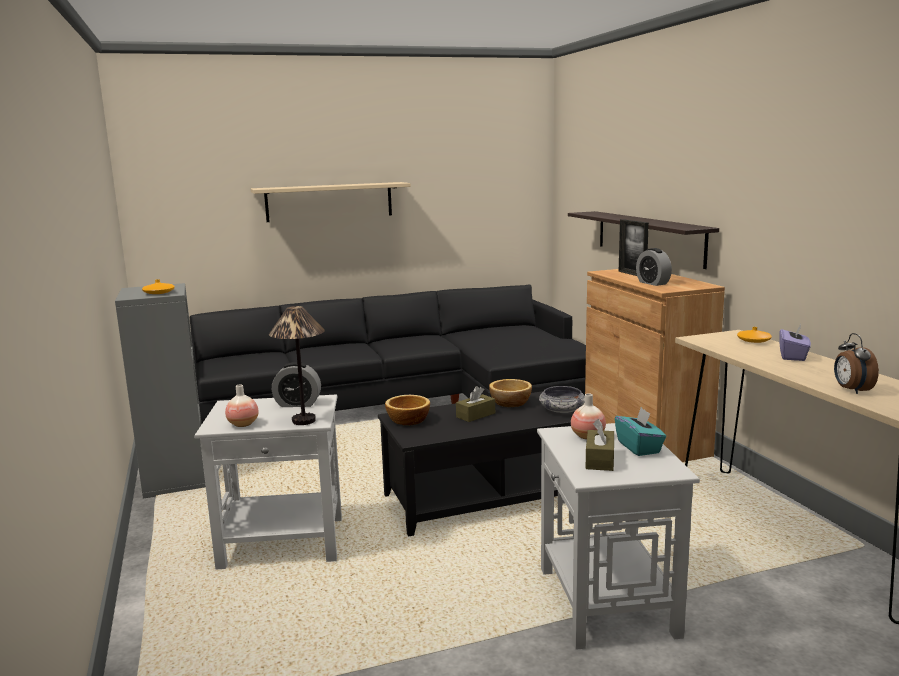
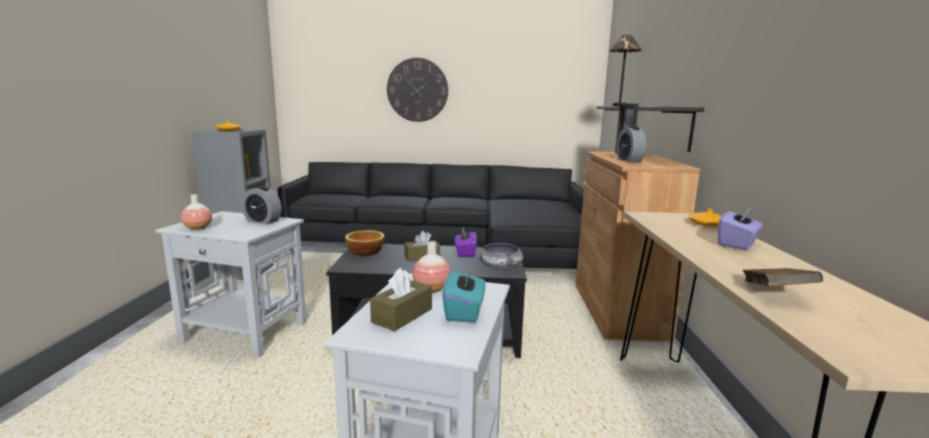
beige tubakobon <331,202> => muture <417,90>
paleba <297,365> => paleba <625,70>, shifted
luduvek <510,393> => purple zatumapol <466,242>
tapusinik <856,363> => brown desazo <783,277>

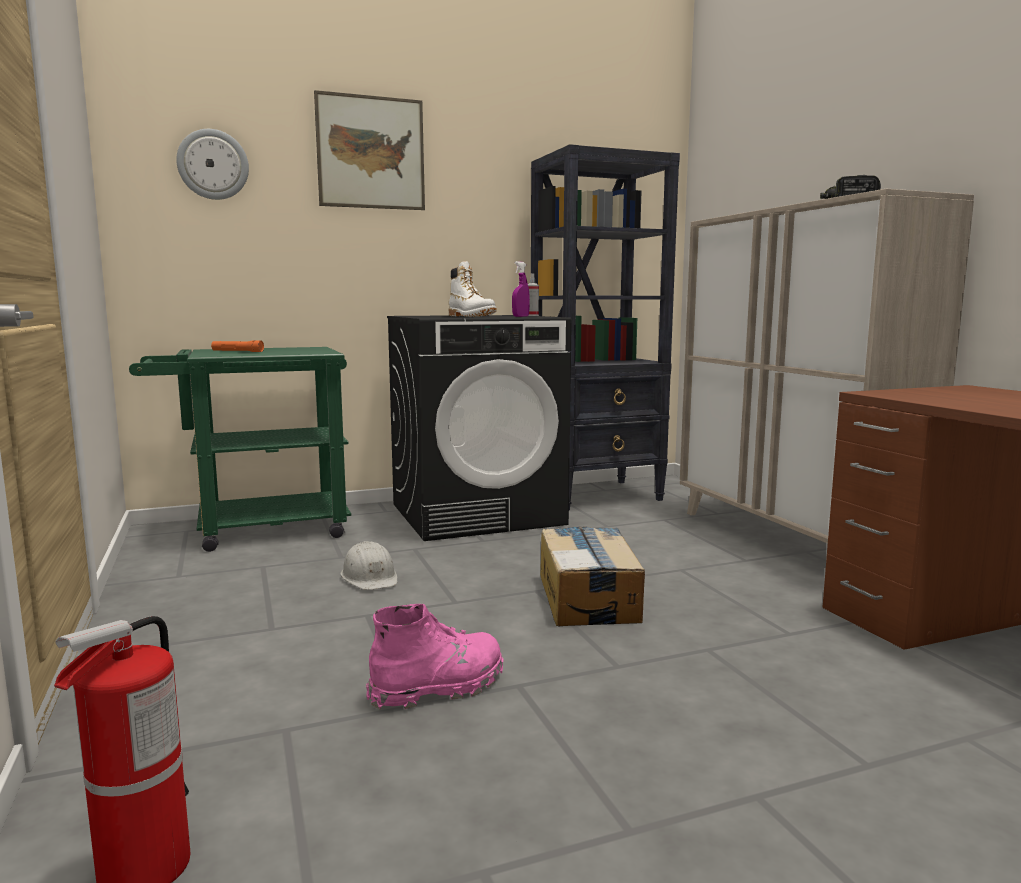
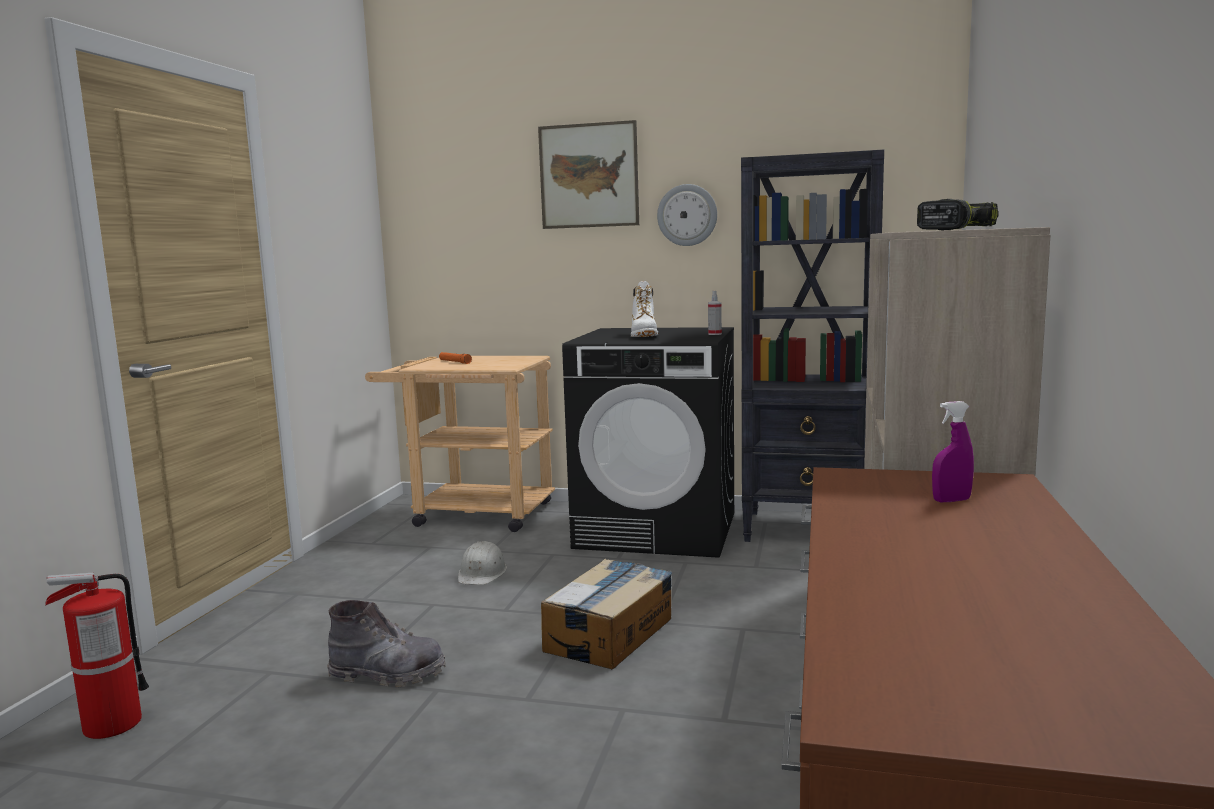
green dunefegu <240,449> => beige dunefegu <460,444>
muture <212,164> => muture <687,215>, shifted
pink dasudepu <435,657> => grey dasudepu <386,643>
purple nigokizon <521,289> => purple nigokizon <953,451>, shifted

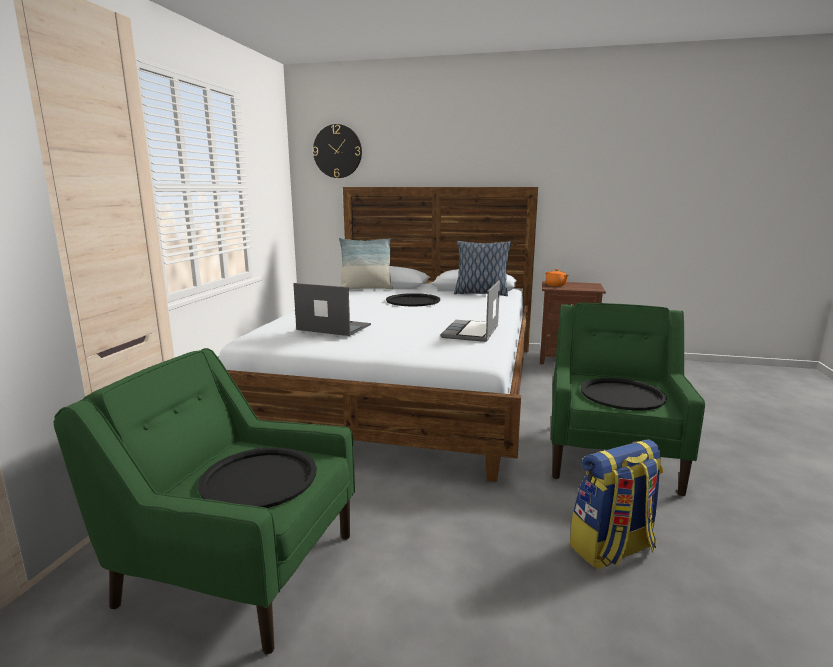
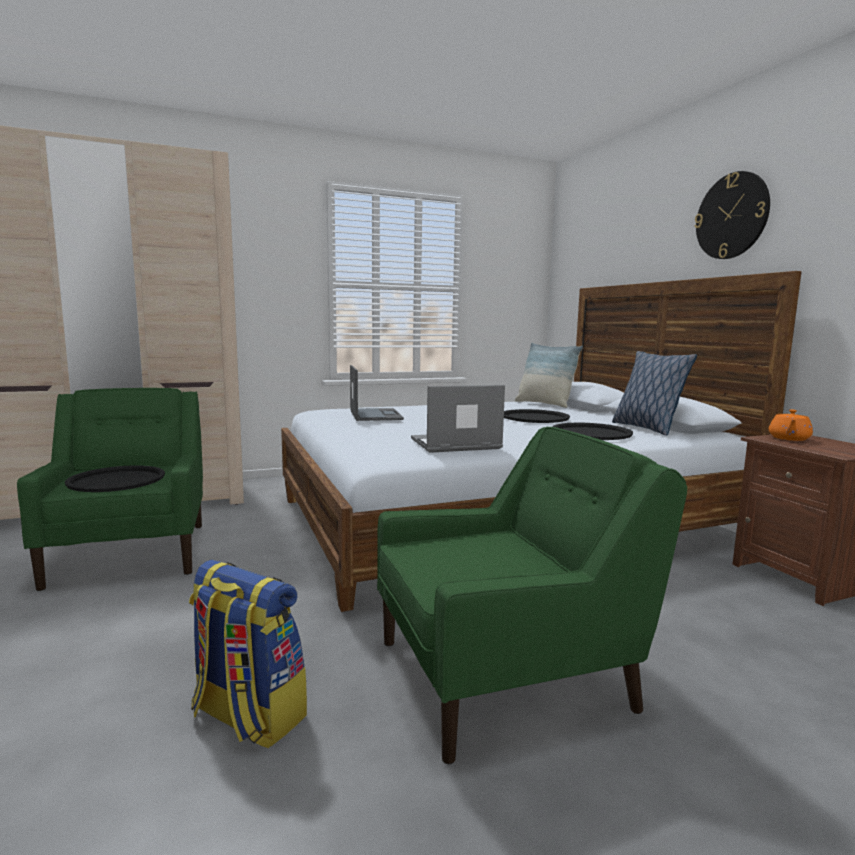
muture <337,151> => muture <732,215>, shifted
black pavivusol <624,394> => black pavivusol <592,431>, shifted

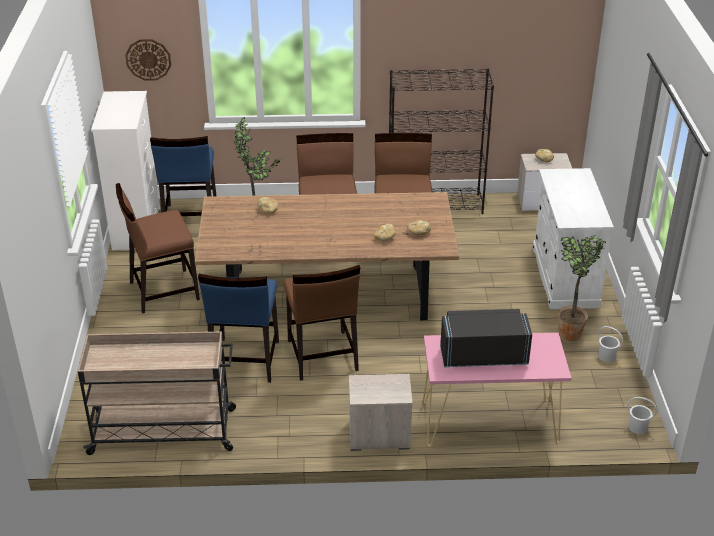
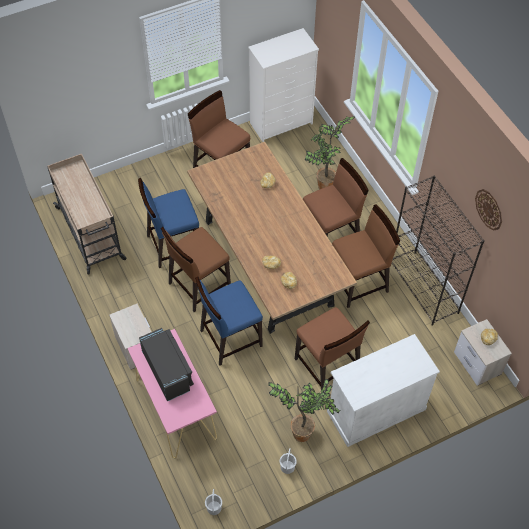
muture <148,60> => muture <488,210>, shifted
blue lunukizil <183,176> => blue lunukizil <229,321>, shifted
nothing => brown lunukizil <332,348>

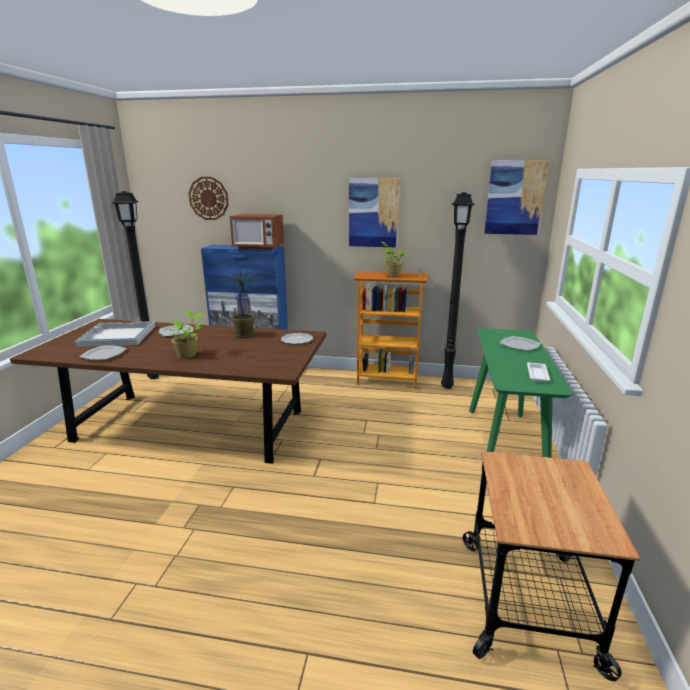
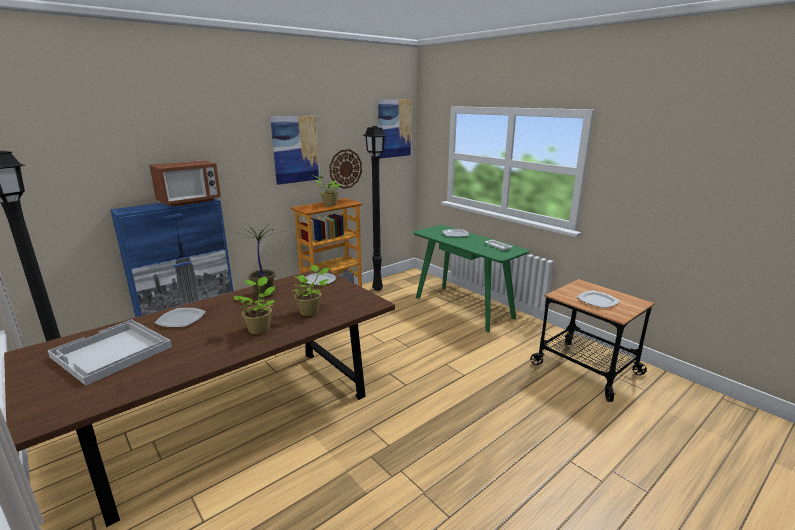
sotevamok <103,353> => sotevamok <598,299>, shifted
muture <209,198> => muture <346,169>, shifted
nothing => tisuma <310,290>

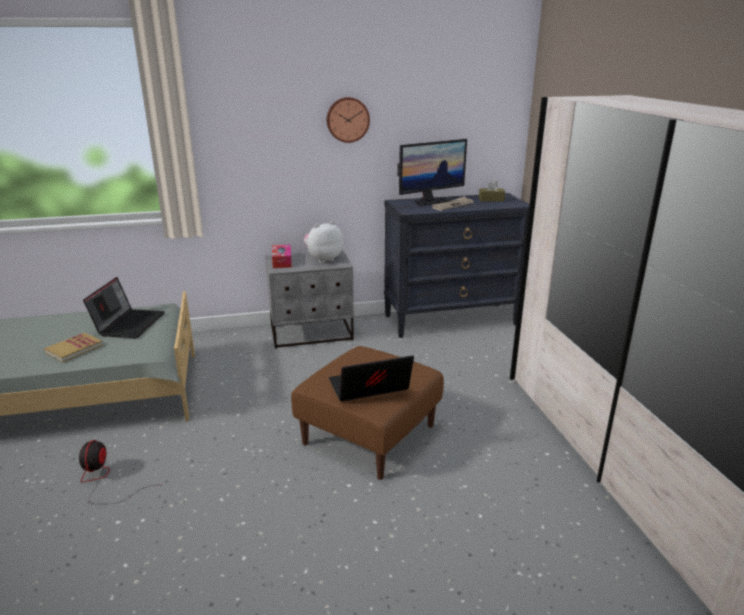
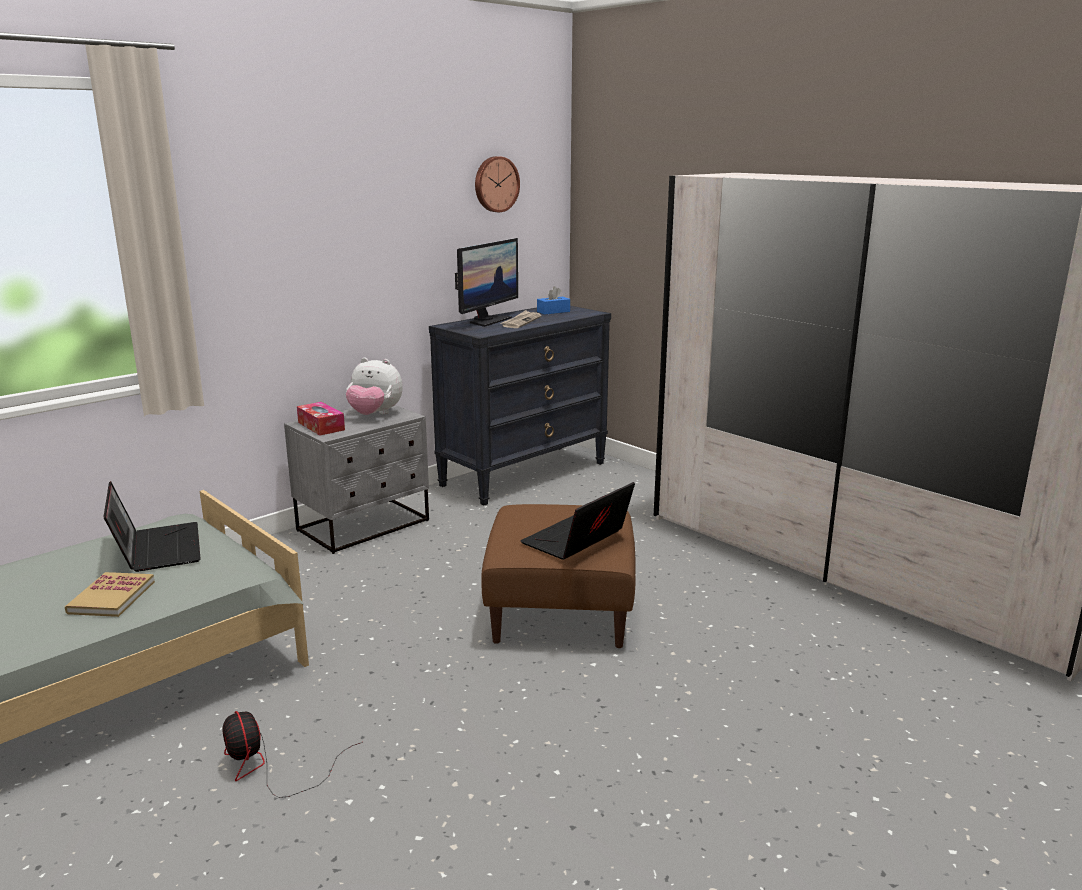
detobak <324,242> => detobak <374,386>, 105 degrees counterclockwise
muture <348,120> => muture <497,184>, shifted
brown zatumapol <492,191> => blue zatumapol <553,300>

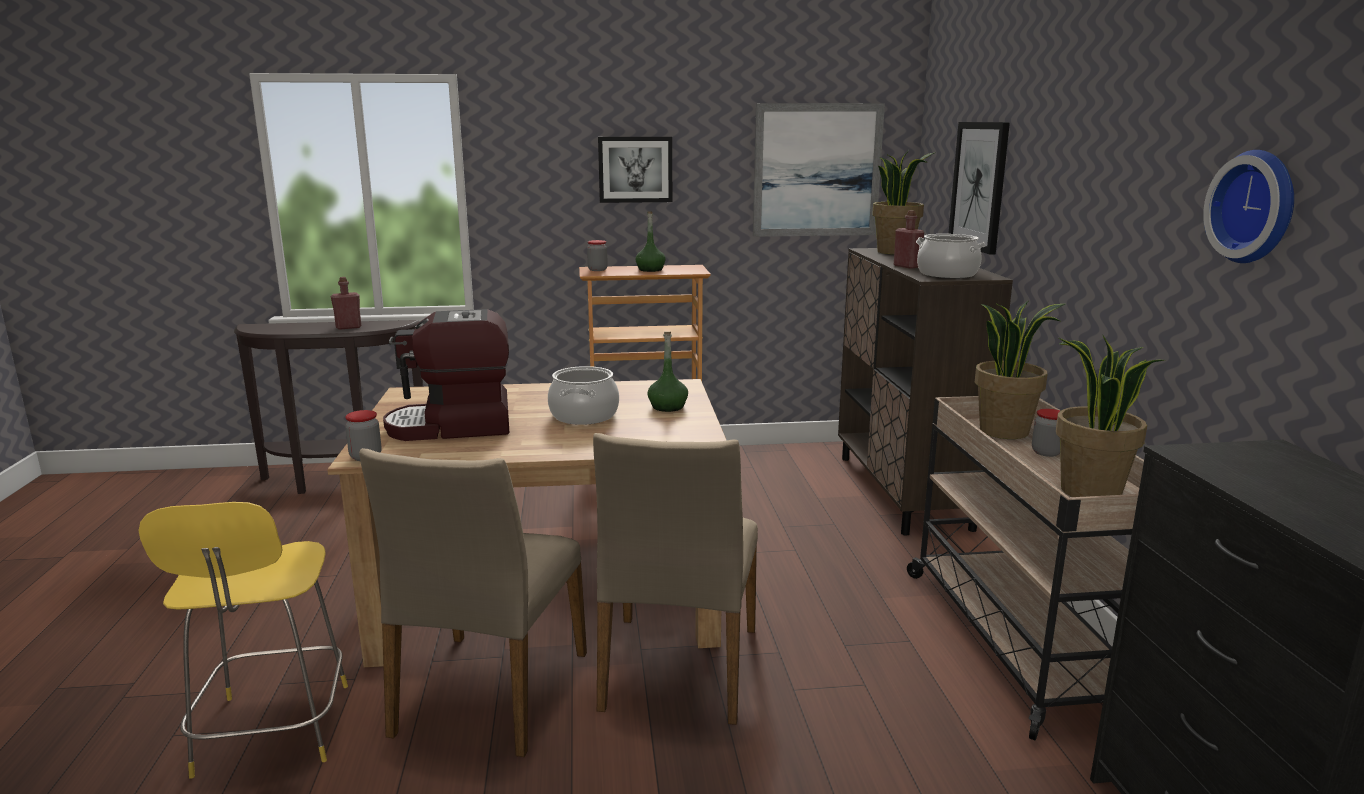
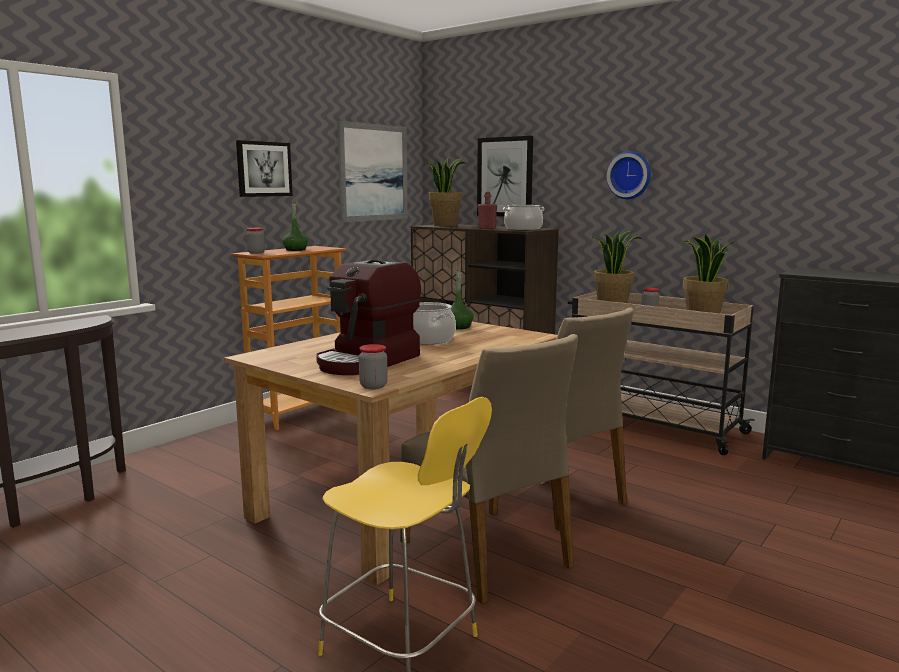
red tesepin <346,303> => nothing
muture <1248,206> => muture <629,175>, shifted

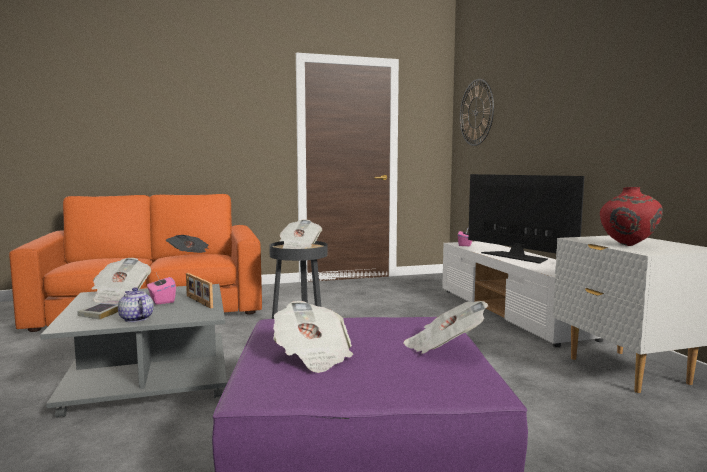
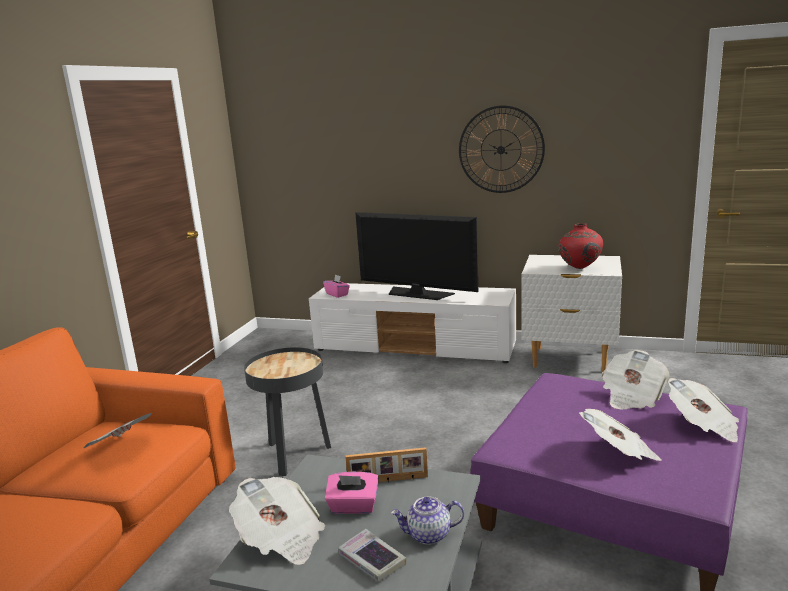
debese <300,234> => debese <703,410>, shifted
muture <477,112> => muture <502,149>, shifted
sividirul <526,219> => sividirul <417,256>, 150 degrees counterclockwise

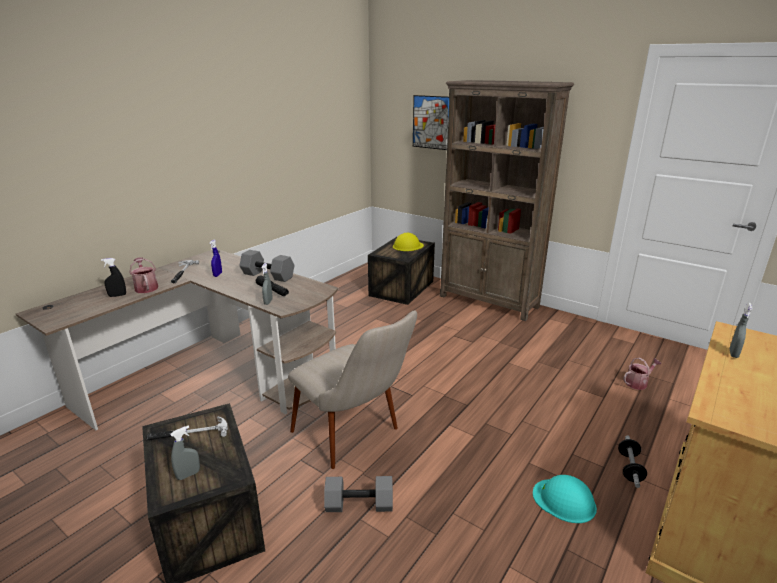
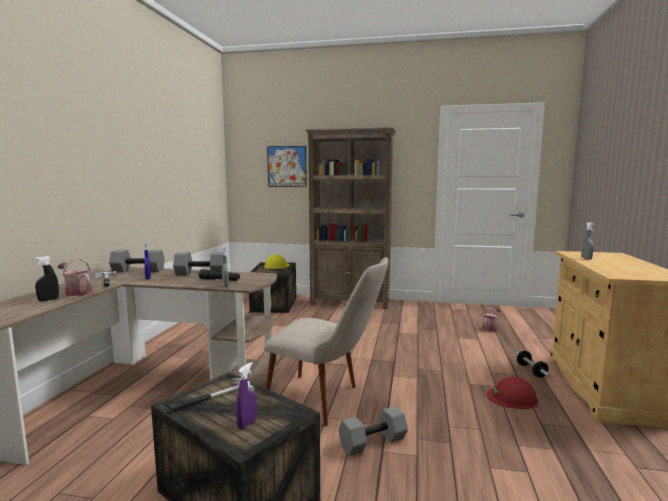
grey nigokizon <185,452> => purple nigokizon <246,395>
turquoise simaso <565,499> => red simaso <512,393>
nothing => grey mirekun <137,261>

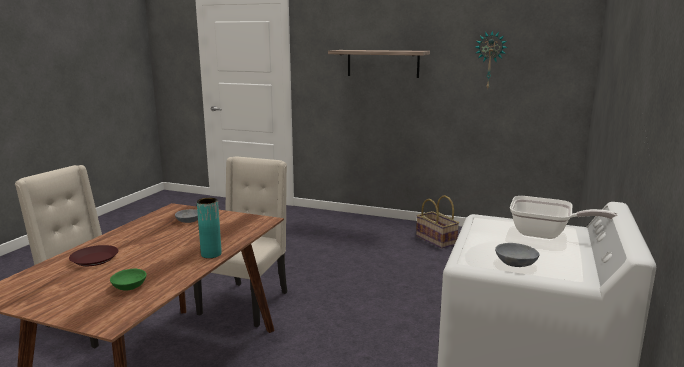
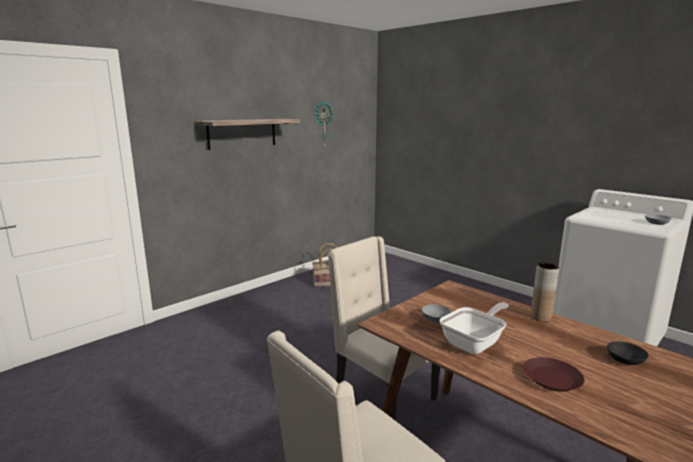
green luduvek <128,280> => black luduvek <628,353>
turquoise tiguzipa <209,228> => brown tiguzipa <545,292>
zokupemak <564,217> => zokupemak <474,328>, shifted

